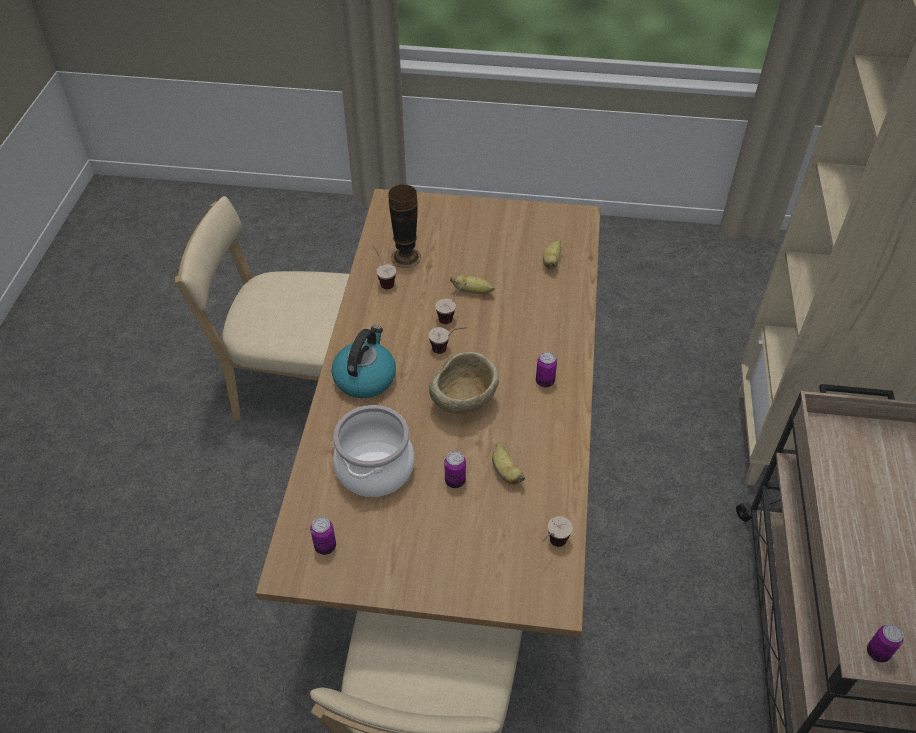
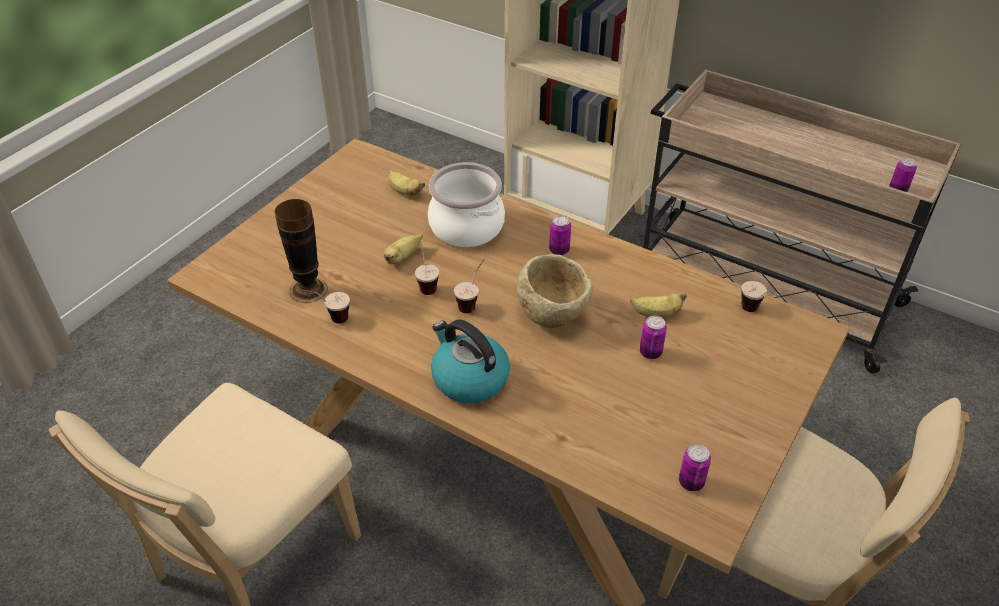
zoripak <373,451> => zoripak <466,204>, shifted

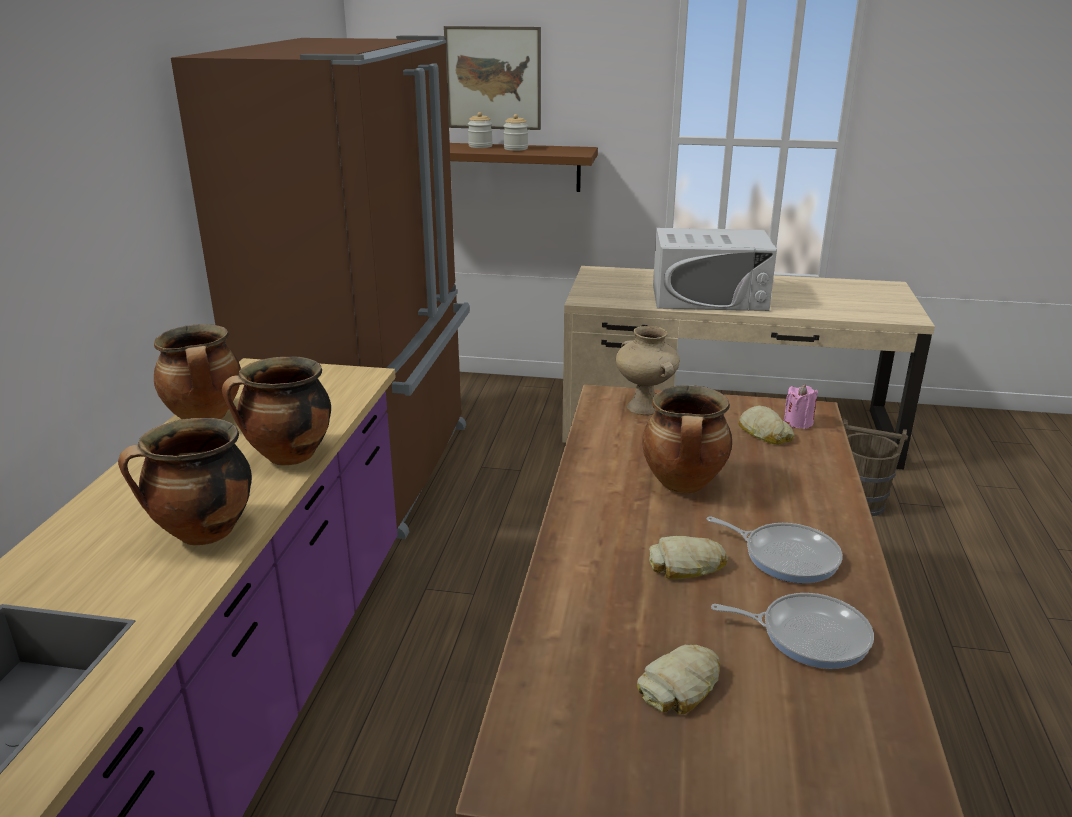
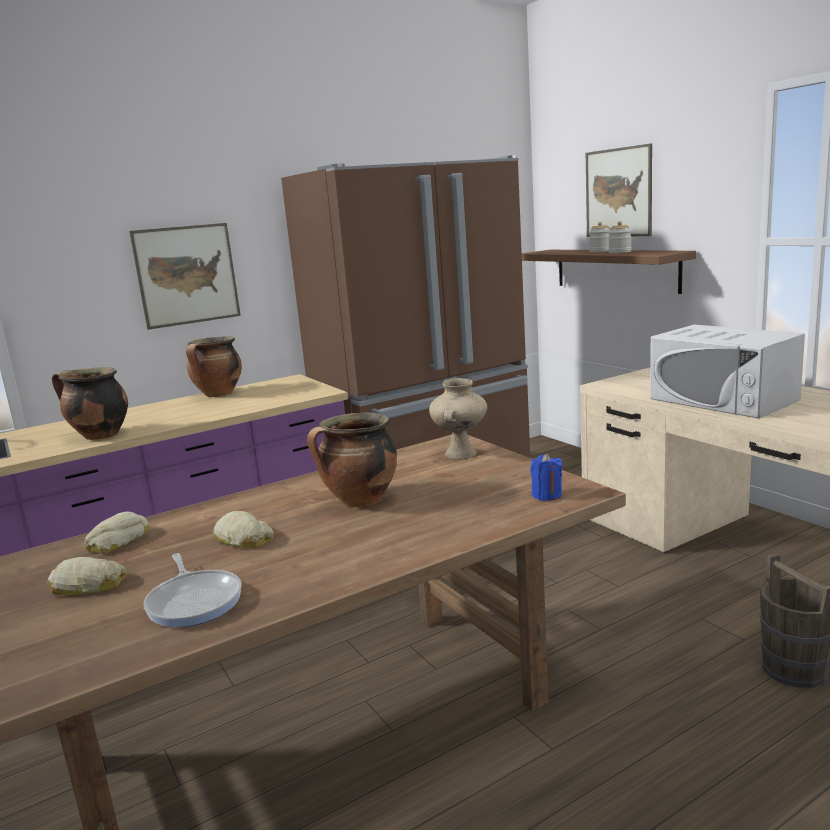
zoripak <276,411> => nothing
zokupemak <774,549> => nothing
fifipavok <766,425> => fifipavok <116,532>, shifted
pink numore <801,406> => blue numore <546,477>
nothing => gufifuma <185,276>

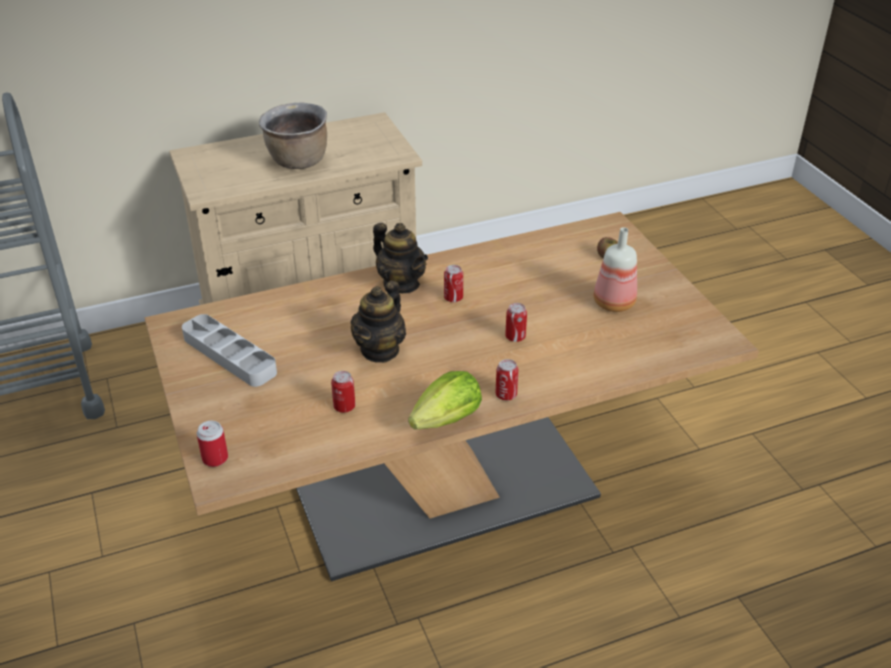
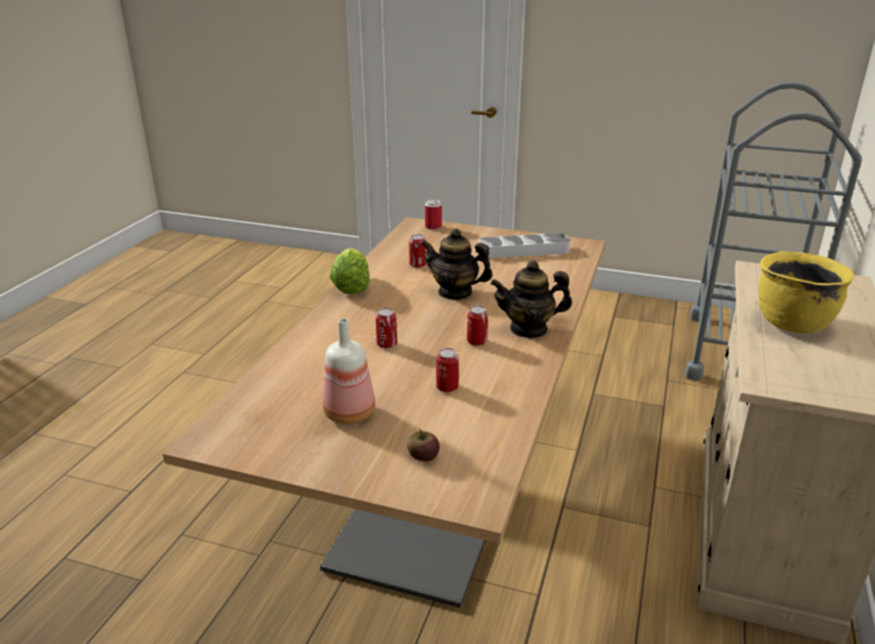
brown zoripak <293,135> => yellow zoripak <806,292>
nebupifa <378,322> => nebupifa <457,264>, 45 degrees counterclockwise
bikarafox <506,379> => bikarafox <447,370>, shifted

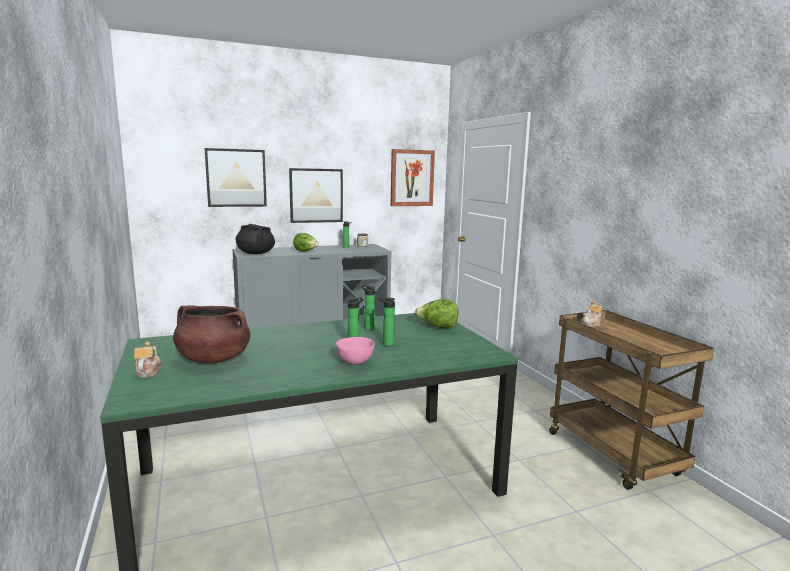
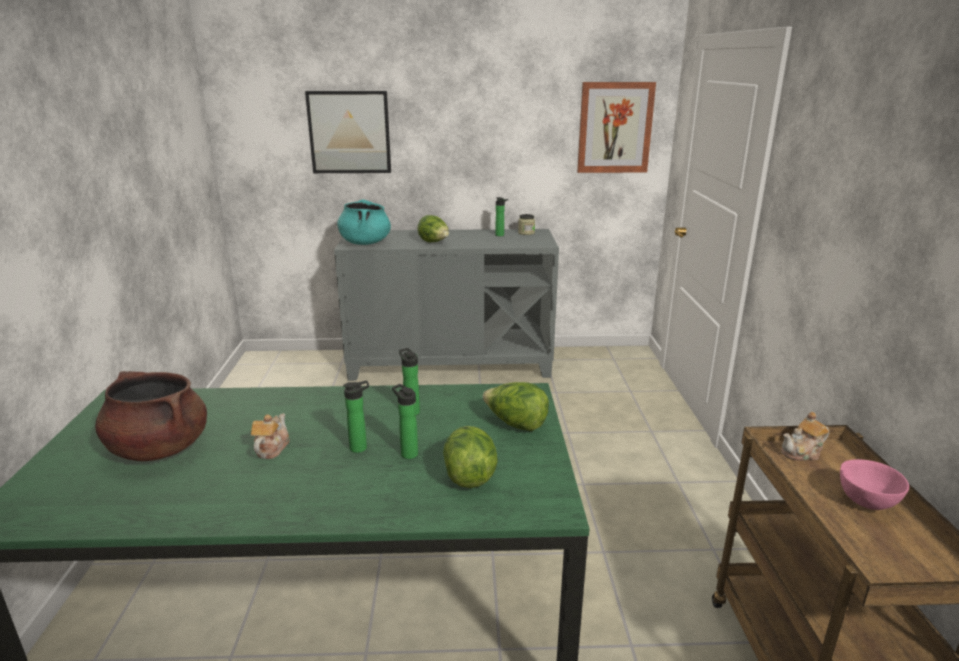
nebupifa <148,359> => nebupifa <270,436>, shifted
black zoripak <255,239> => turquoise zoripak <364,222>
gufifuma <316,195> => nothing
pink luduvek <355,351> => pink luduvek <874,484>, shifted
nothing => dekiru <470,457>

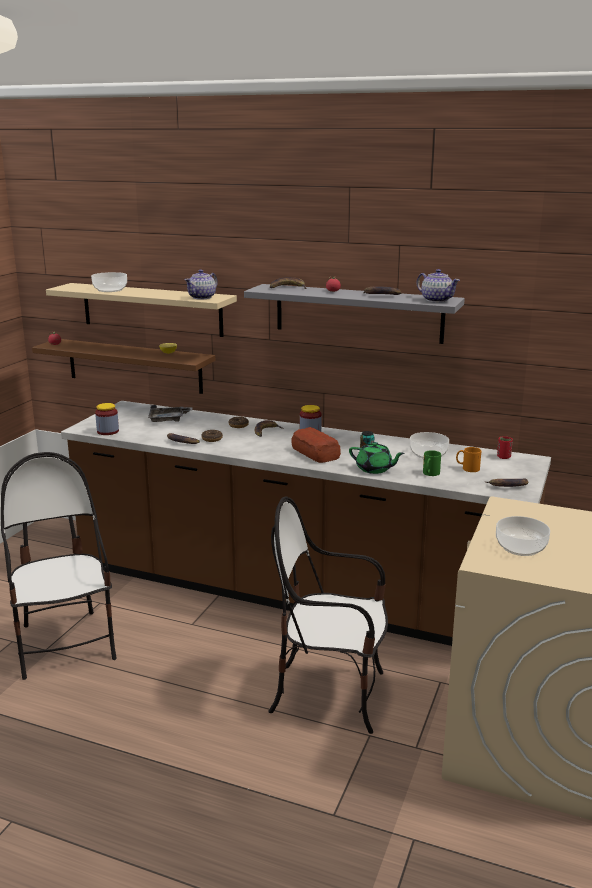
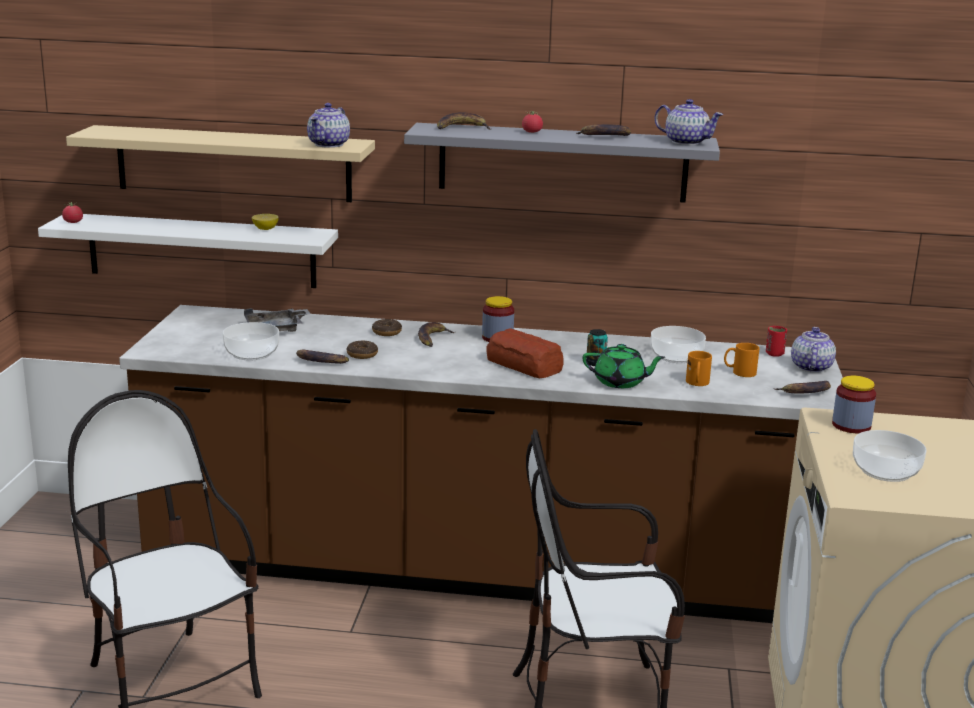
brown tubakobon <123,366> => white tubakobon <188,251>
luduvek <109,282> => luduvek <251,341>, shifted
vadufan <107,419> => vadufan <854,404>, shifted
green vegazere <432,463> => orange vegazere <699,368>
nothing => nebupifa <813,350>

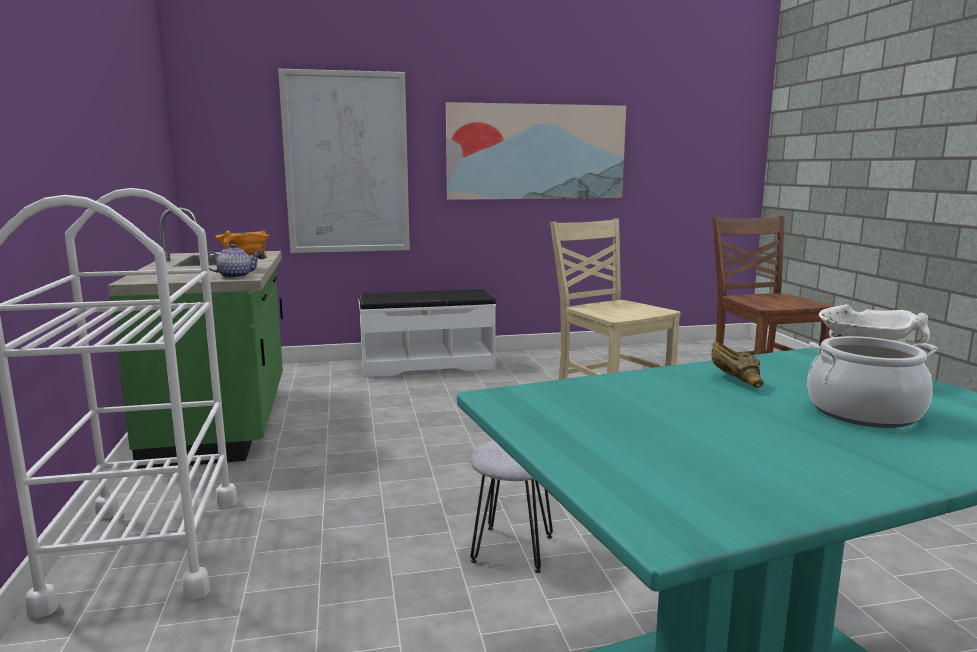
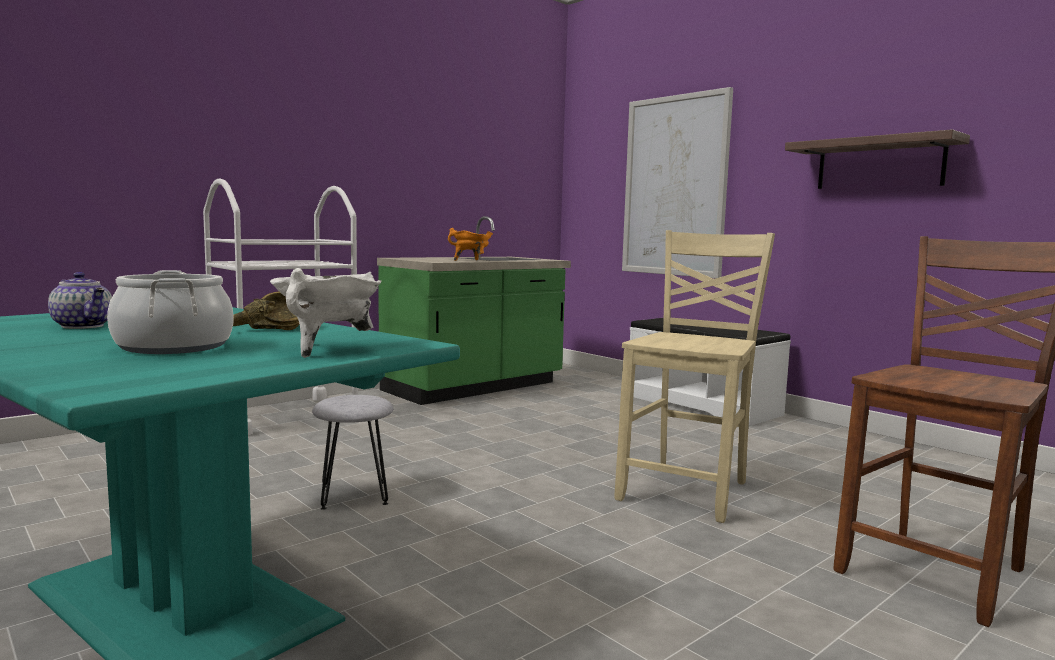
nebupifa <235,261> => nebupifa <80,300>, shifted
gufifuma <536,151> => tubakobon <877,159>

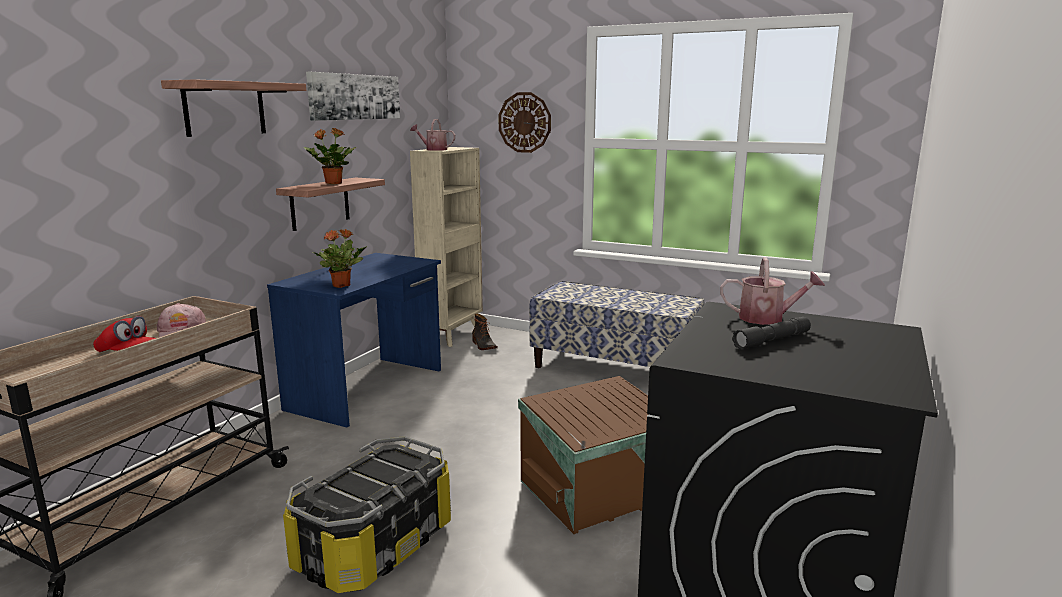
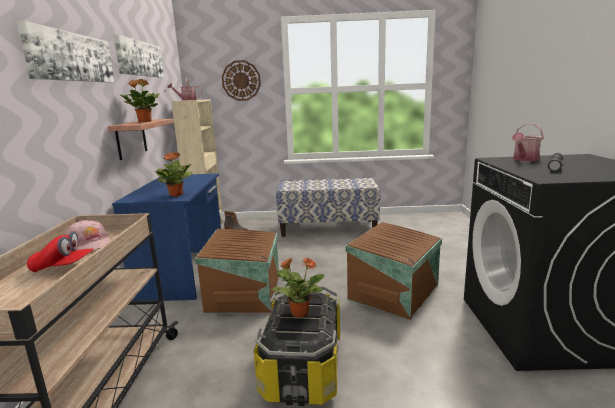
tubakobon <233,108> => gufifuma <65,52>
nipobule <772,291> => nipobule <528,142>, 150 degrees clockwise
nothing => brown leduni <237,271>
nothing => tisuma <297,288>

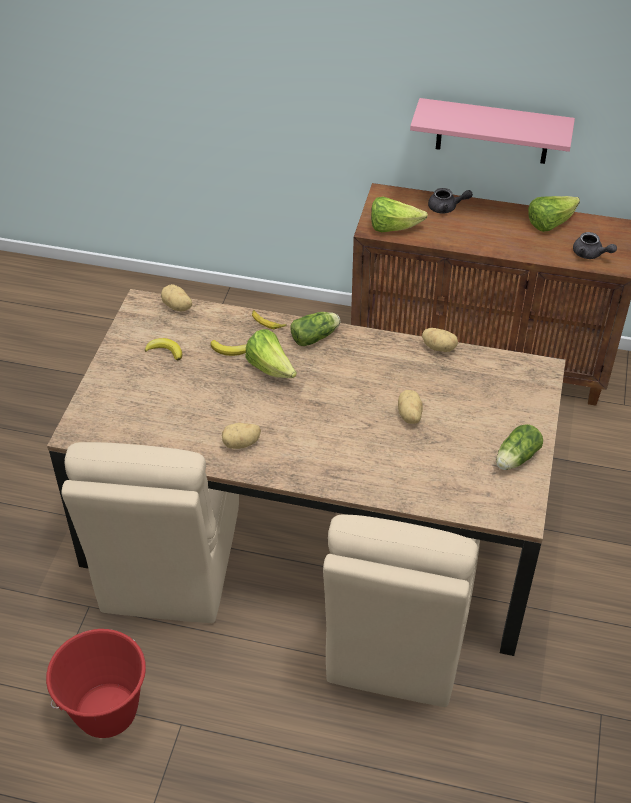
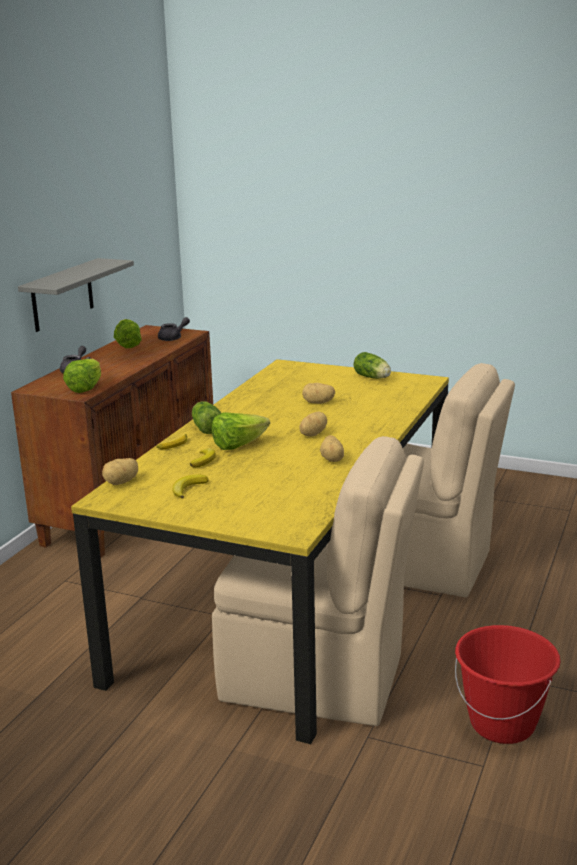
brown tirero <306,472> => yellow tirero <260,551>
pink tubakobon <492,131> => grey tubakobon <76,295>
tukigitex <440,340> => tukigitex <313,424>, shifted

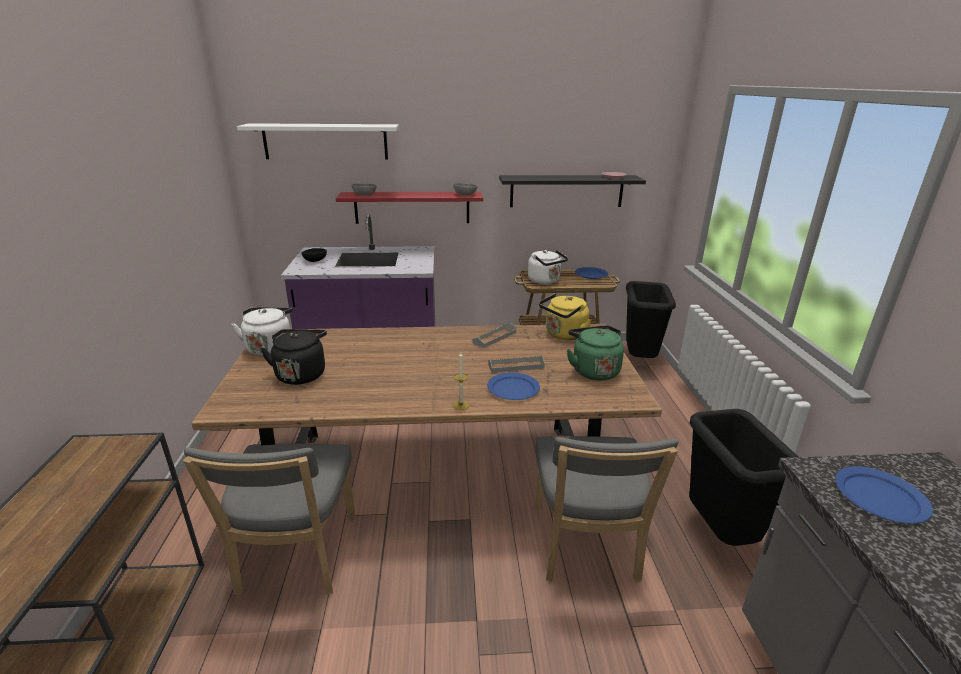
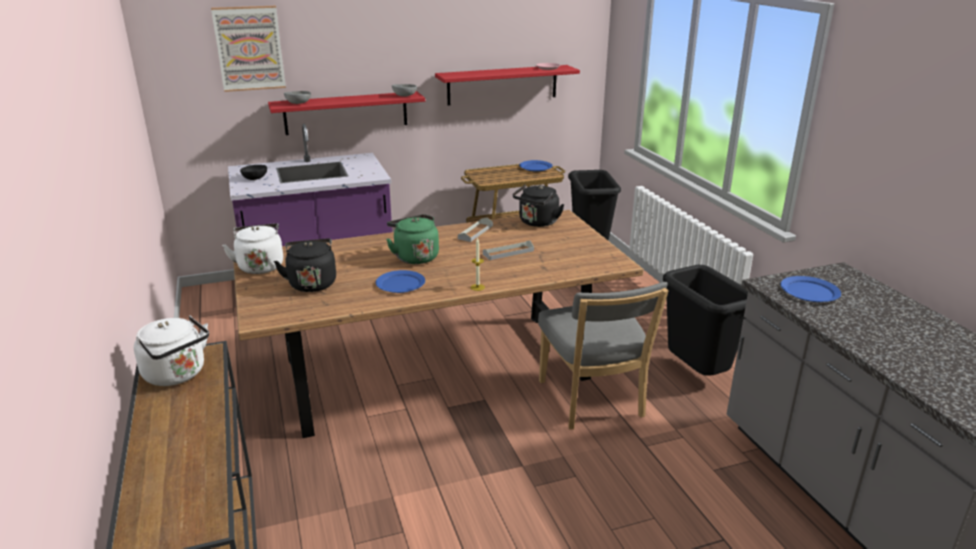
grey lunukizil <269,519> => nothing
white tubakobon <318,141> => gufifuma <248,49>
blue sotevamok <513,386> => blue sotevamok <400,281>, shifted
black tubakobon <572,191> => red tubakobon <507,85>
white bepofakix <548,267> => white bepofakix <171,351>, shifted
yellow bepofakix <565,316> => black bepofakix <538,205>
green bepofakix <595,353> => green bepofakix <412,239>, shifted

